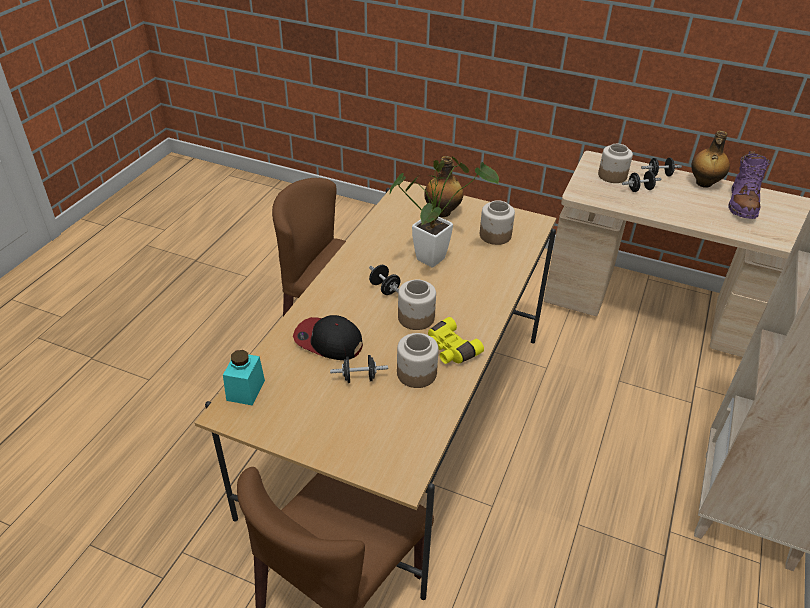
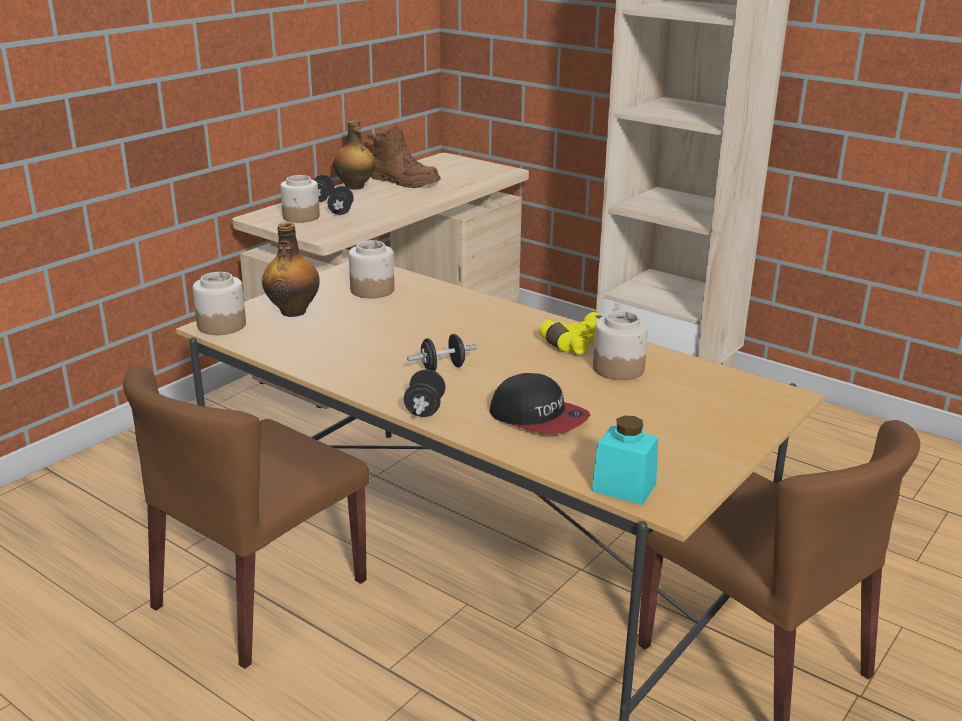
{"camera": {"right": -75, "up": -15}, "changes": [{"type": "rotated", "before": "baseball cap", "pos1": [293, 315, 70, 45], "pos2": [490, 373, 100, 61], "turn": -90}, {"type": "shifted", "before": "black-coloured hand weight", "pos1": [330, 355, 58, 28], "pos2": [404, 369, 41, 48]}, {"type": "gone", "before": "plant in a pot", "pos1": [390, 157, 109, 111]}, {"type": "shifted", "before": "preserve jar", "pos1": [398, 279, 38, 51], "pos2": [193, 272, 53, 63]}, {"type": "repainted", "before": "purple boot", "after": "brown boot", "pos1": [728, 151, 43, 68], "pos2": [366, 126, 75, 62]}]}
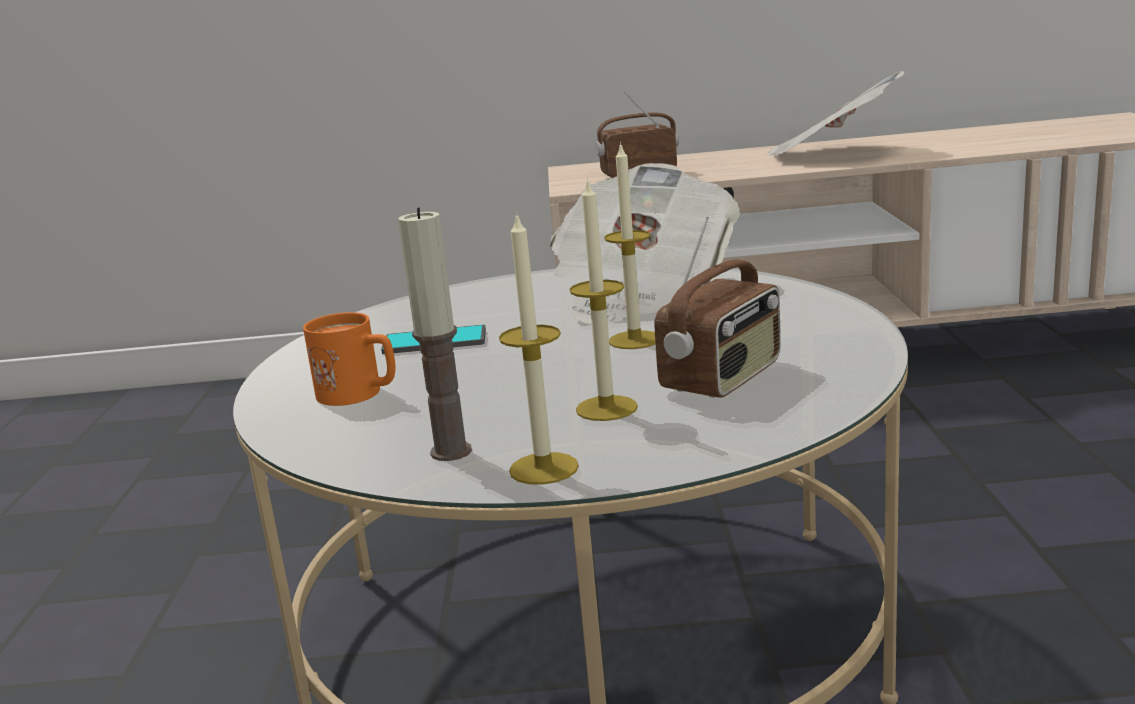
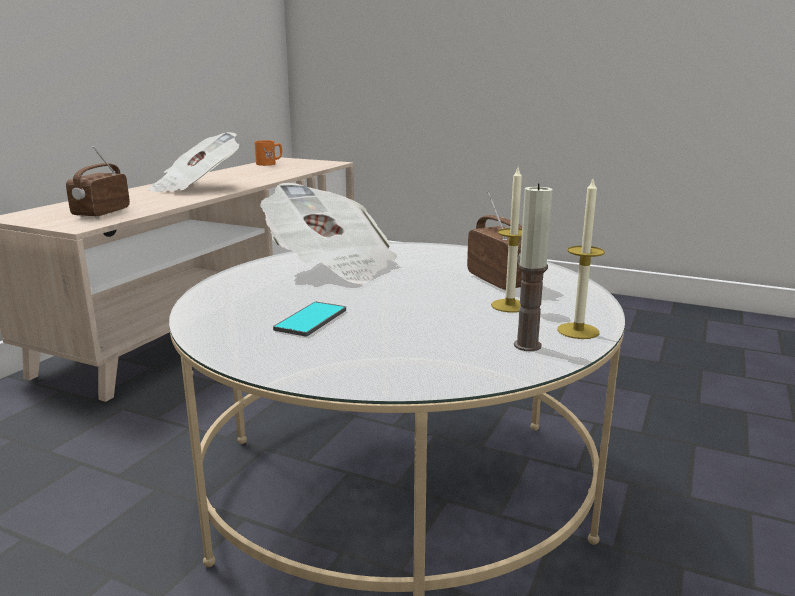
{"camera": {"right": -65, "up": 0}, "changes": [{"type": "shifted", "before": "orangey coffee mug", "pos1": [303, 312, 92, 94], "pos2": [255, 140, 27, 26]}, {"type": "gone", "before": "wax candle", "pos1": [604, 142, 51, 207]}]}
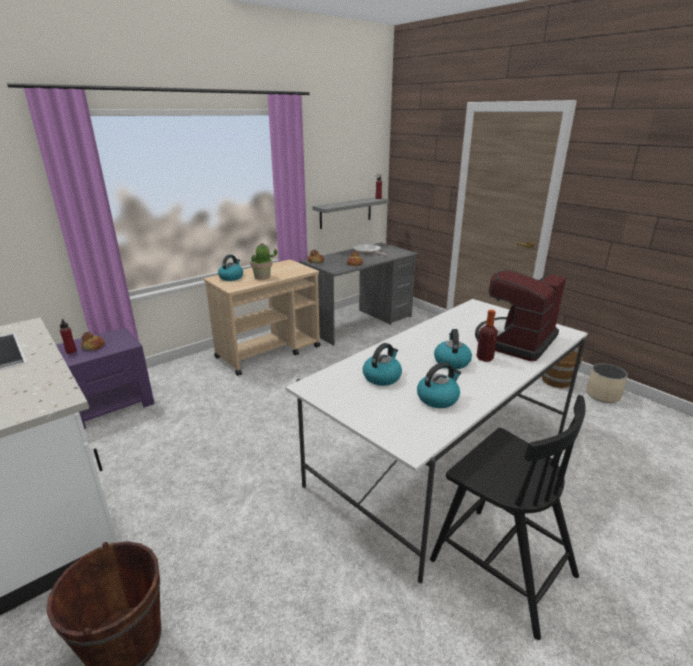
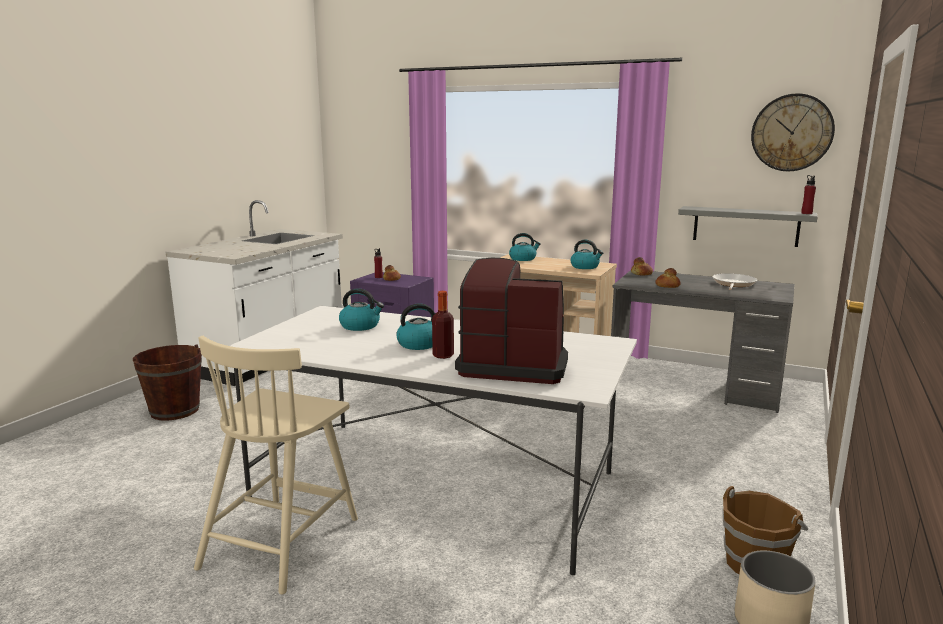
{"camera": {"right": 65, "up": -10}, "changes": [{"type": "gone", "before": "plant in a pot", "pos1": [250, 243, 27, 37]}, {"type": "shifted", "before": "water kettle", "pos1": [417, 362, 44, 46], "pos2": [570, 240, 33, 29]}, {"type": "repainted", "before": "black-coloured plain chair", "after": "beige plain chair", "pos1": [430, 395, 156, 245], "pos2": [194, 336, 164, 258]}, {"type": "new", "after": "clock on the wall", "pos2": [751, 93, 84, 78]}]}
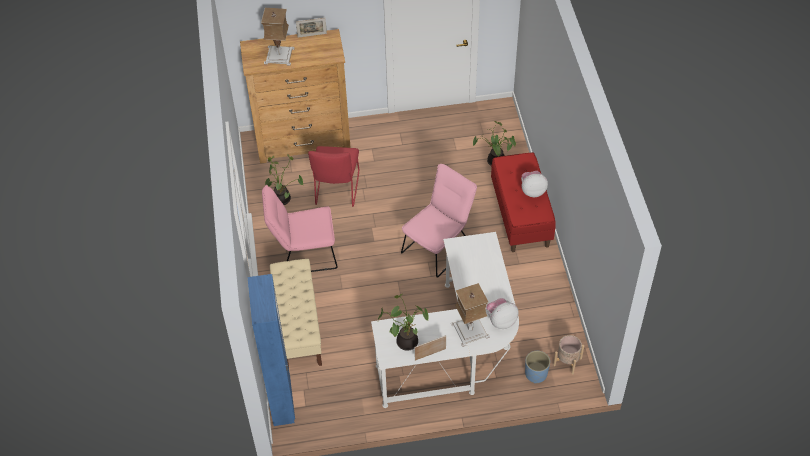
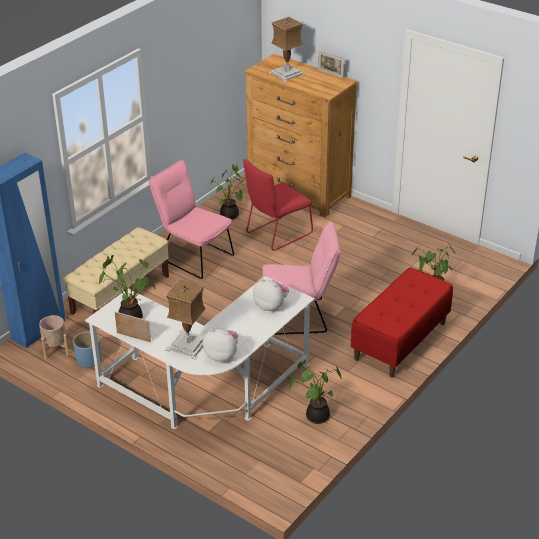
{"camera": {"right": 45, "up": -15}, "changes": [{"type": "shifted", "before": "plush toy", "pos1": [521, 171, 27, 26], "pos2": [253, 278, 36, 34]}, {"type": "shifted", "before": "bluish planter", "pos1": [525, 351, 25, 32], "pos2": [73, 331, 28, 37]}, {"type": "shifted", "before": "beige planter", "pos1": [553, 335, 31, 39], "pos2": [39, 315, 30, 44]}, {"type": "new", "after": "plant in a pot", "pos2": [289, 360, 53, 64]}]}
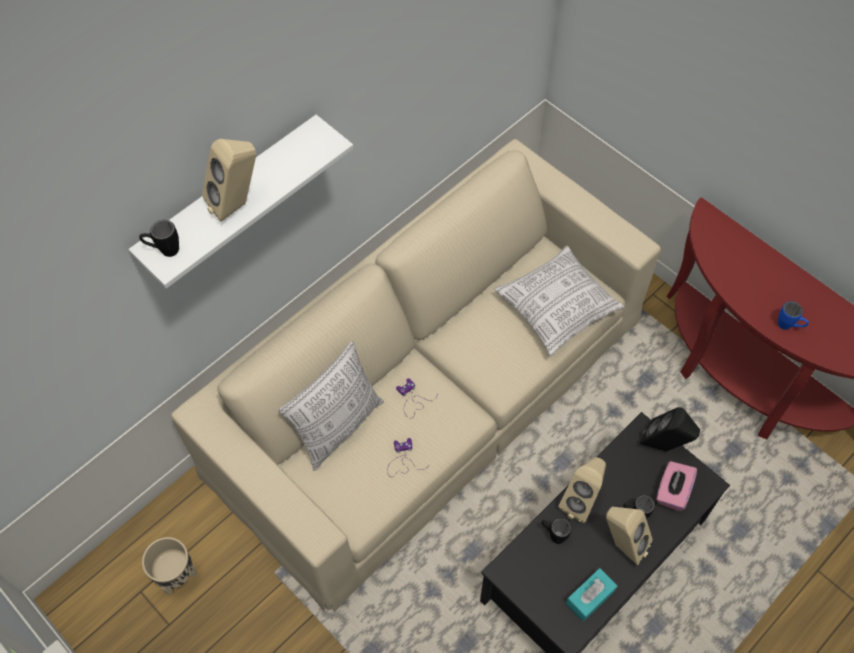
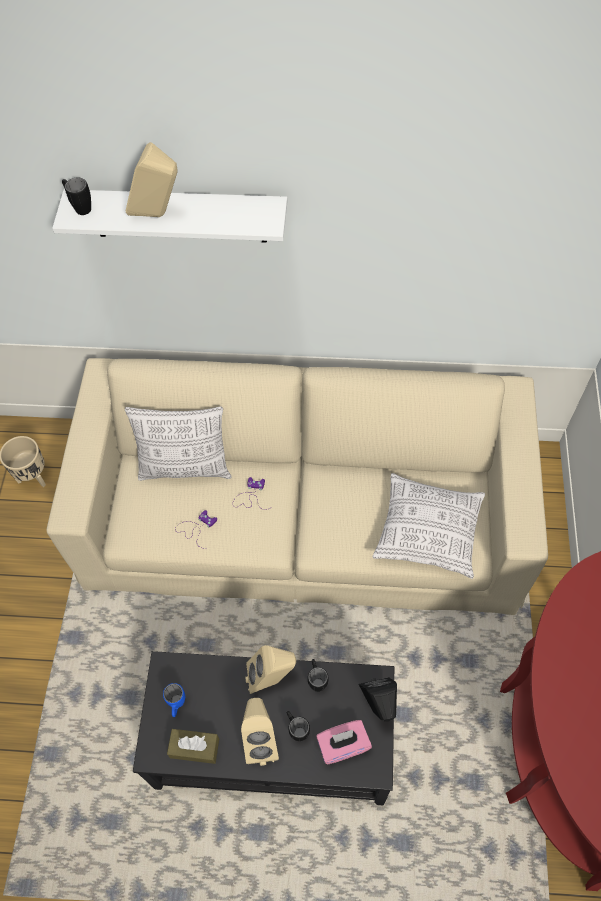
{"camera": {"right": 50, "up": 0}, "changes": [{"type": "shifted", "before": "black-coloured coffee mug", "pos1": [541, 518, 30, 26], "pos2": [308, 659, 20, 33]}, {"type": "repainted", "before": "turquoise-coloured tissue holder", "after": "brown tissue holder", "pos1": [566, 568, 51, 54], "pos2": [167, 729, 52, 35]}, {"type": "shifted", "before": "bluish coffee mug", "pos1": [778, 301, 31, 29], "pos2": [163, 683, 22, 34]}]}
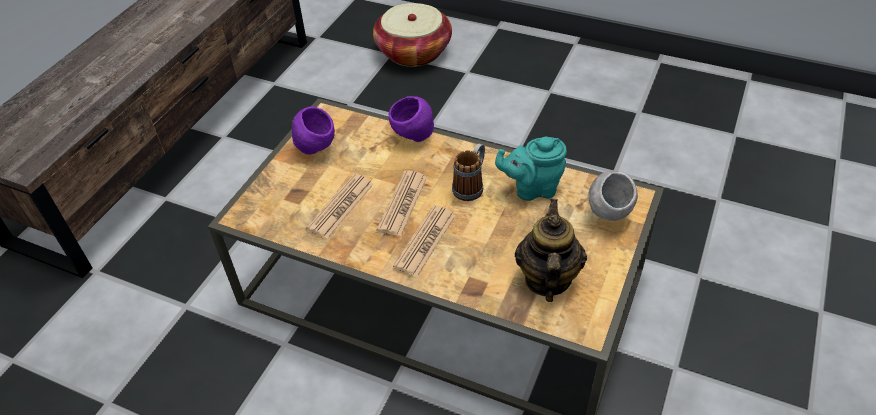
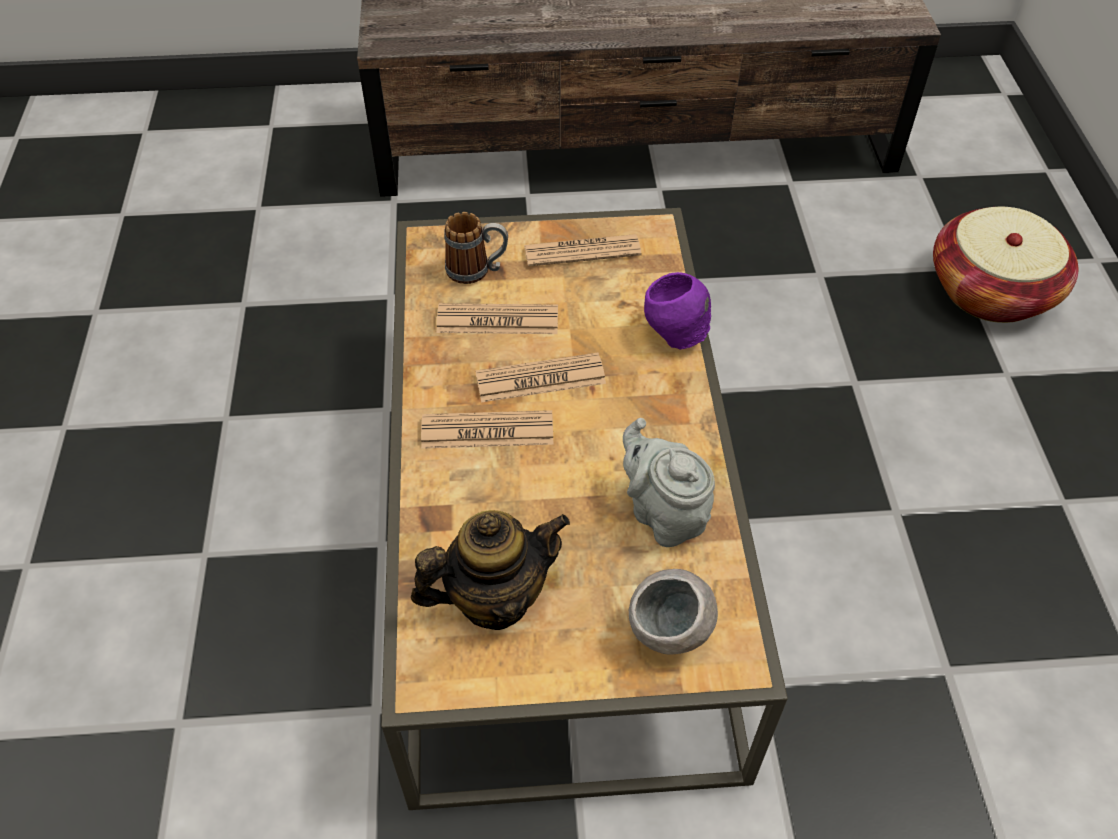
{"camera": {"right": 60, "up": 5}, "changes": [{"type": "swapped", "before": "purple bowl", "after": "daily paper", "pos1": [292, 106, 43, 49], "pos2": [524, 234, 118, 33]}, {"type": "shifted", "before": "coffee mug", "pos1": [452, 144, 33, 57], "pos2": [445, 212, 63, 72]}, {"type": "repainted", "before": "turquoise-coloured teapot", "after": "grey teapot", "pos1": [495, 137, 72, 64], "pos2": [623, 418, 92, 129]}]}
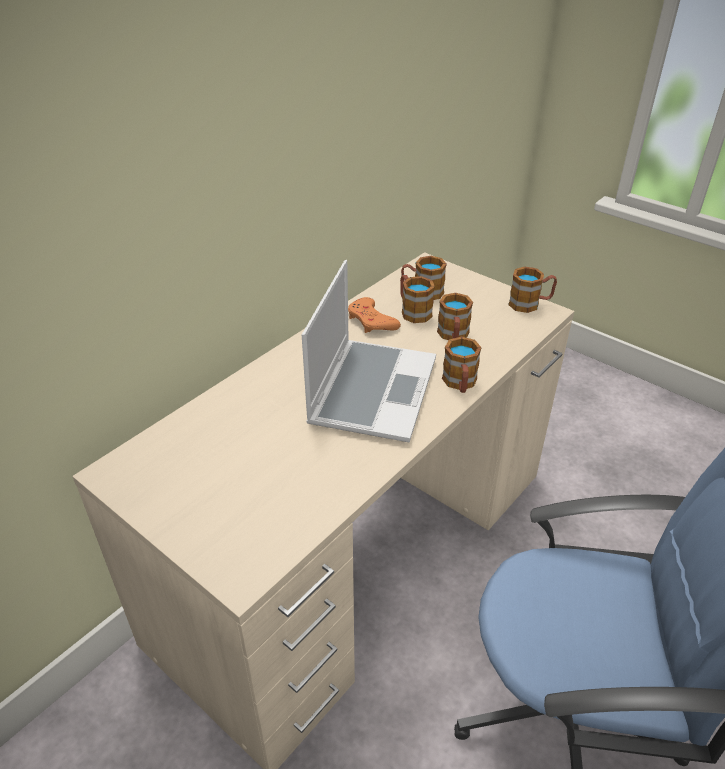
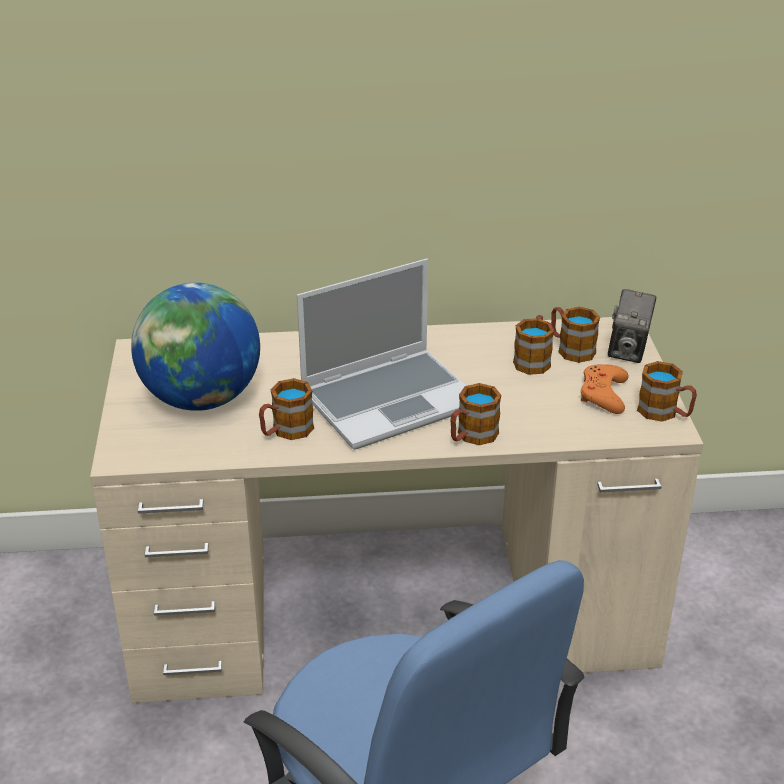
{"camera": {"right": 45, "up": -5}, "changes": [{"type": "shifted", "before": "orangey gamepad", "pos1": [348, 297, 53, 36], "pos2": [581, 364, 48, 50]}, {"type": "shifted", "before": "coffee mug", "pos1": [437, 293, 36, 47], "pos2": [259, 378, 55, 62]}, {"type": "new", "after": "desk globe", "pos2": [131, 283, 129, 128]}, {"type": "new", "after": "still camera", "pos2": [608, 289, 48, 74]}]}
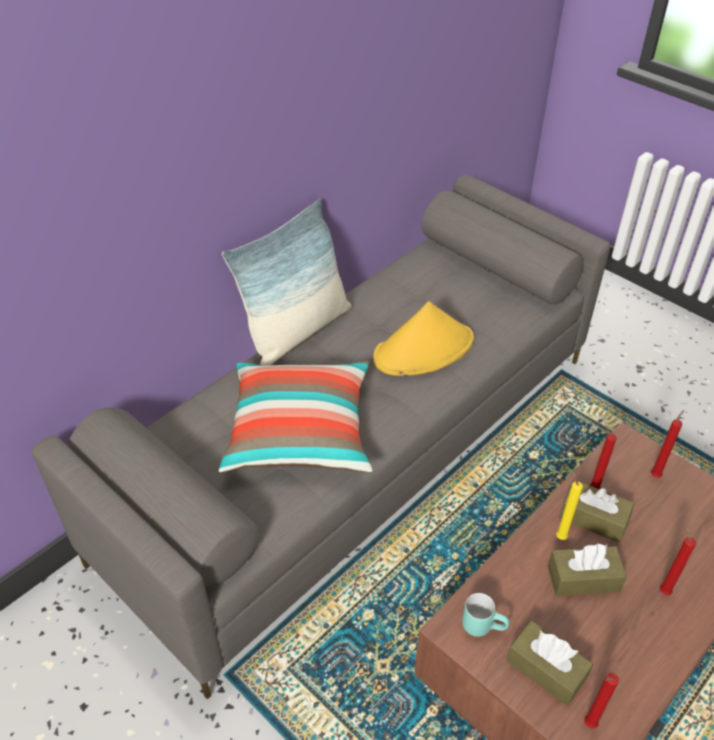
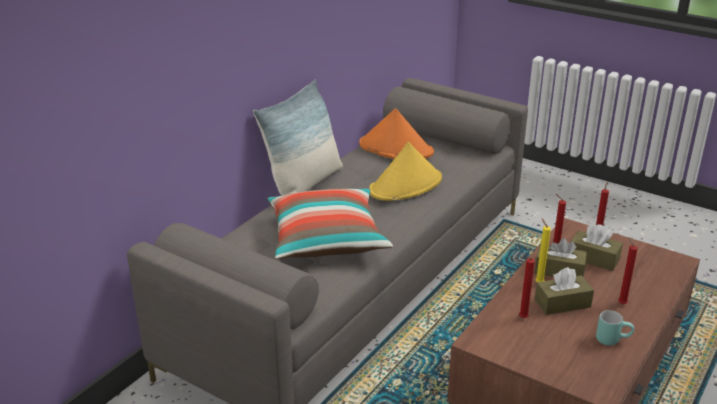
{"camera": {"right": -10, "up": -15}, "changes": [{"type": "shifted", "before": "turquoise-coloured coffee mug", "pos1": [462, 593, 48, 44], "pos2": [596, 310, 38, 36]}, {"type": "shifted", "before": "brown tissue holder", "pos1": [507, 620, 86, 86], "pos2": [570, 224, 53, 47]}, {"type": "shifted", "before": "reddish wax candle", "pos1": [584, 673, 35, 56], "pos2": [519, 257, 16, 61]}, {"type": "new", "after": "orangey wearable hat", "pos2": [359, 108, 75, 51]}]}
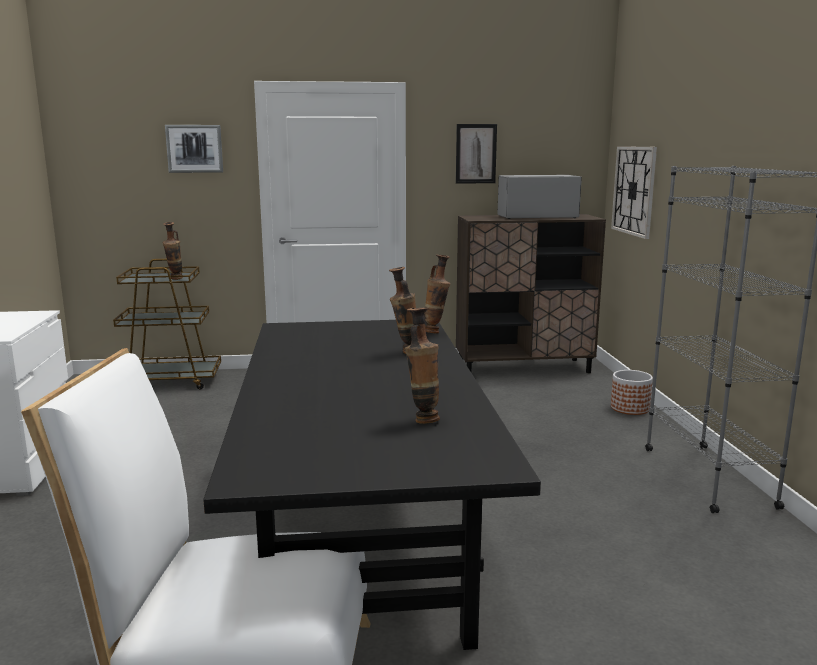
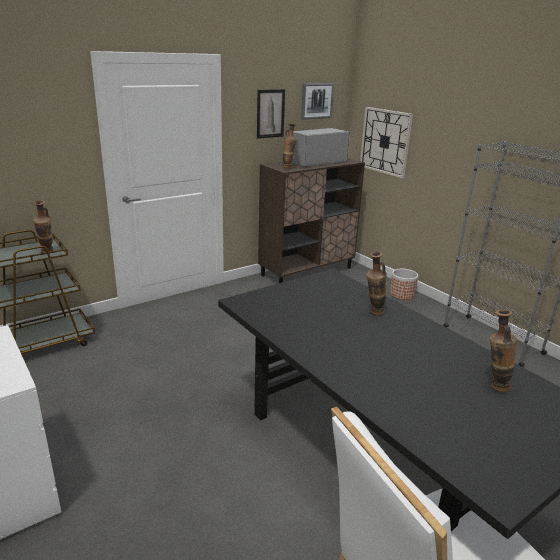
{"camera": {"right": -30, "up": 10}, "changes": [{"type": "shifted", "before": "picture", "pos1": [165, 125, 58, 48], "pos2": [301, 83, 33, 37]}, {"type": "shifted", "before": "decorative vase", "pos1": [424, 255, 26, 78], "pos2": [282, 124, 15, 44]}]}
